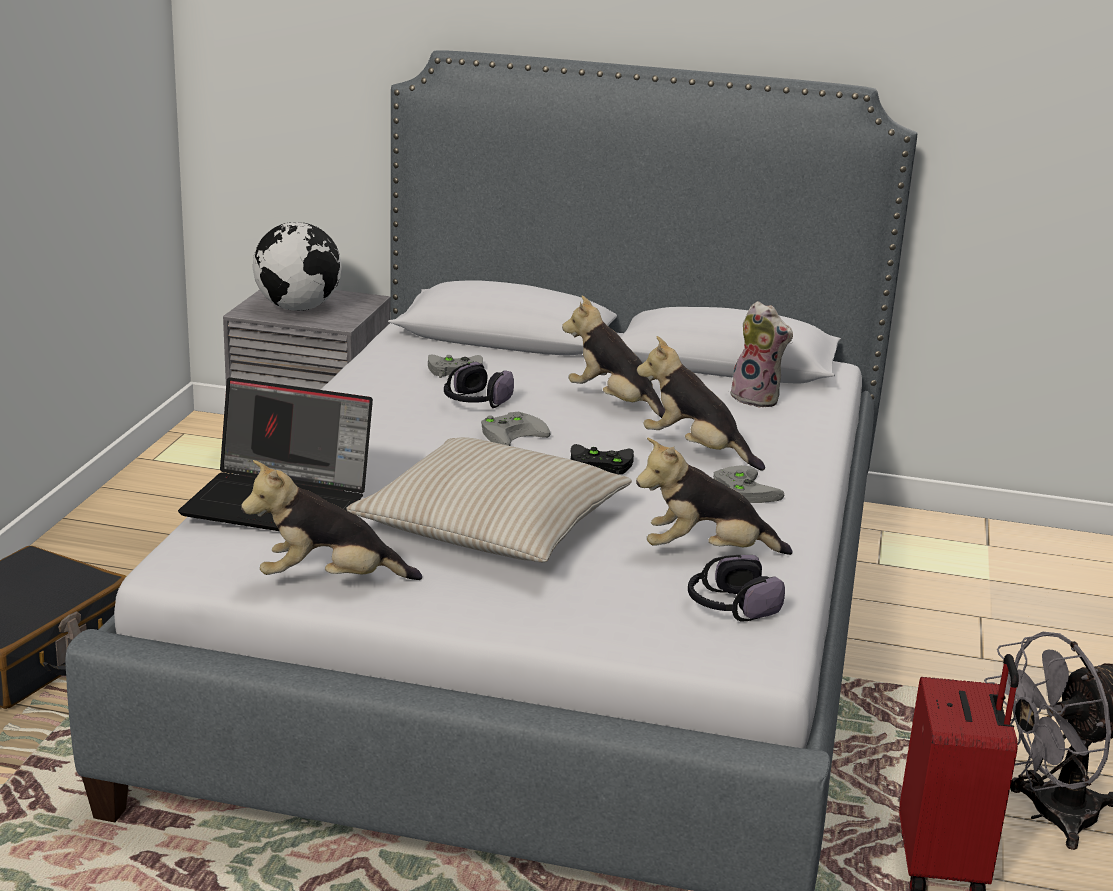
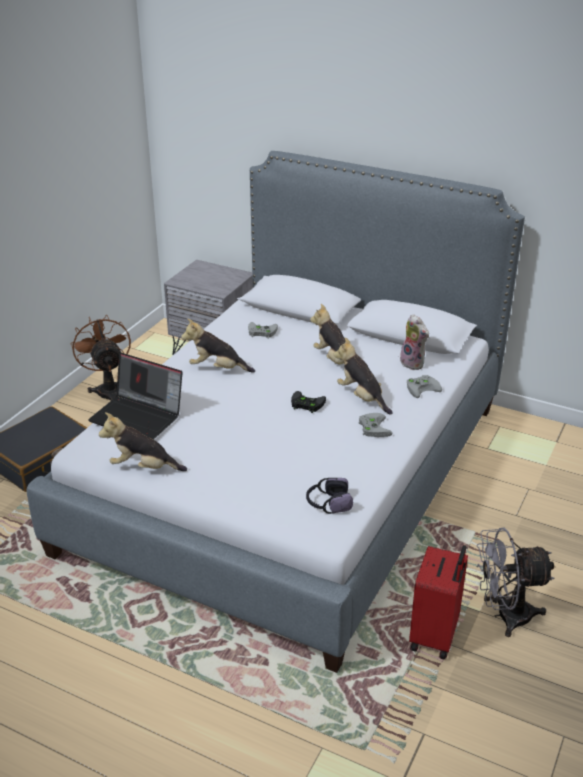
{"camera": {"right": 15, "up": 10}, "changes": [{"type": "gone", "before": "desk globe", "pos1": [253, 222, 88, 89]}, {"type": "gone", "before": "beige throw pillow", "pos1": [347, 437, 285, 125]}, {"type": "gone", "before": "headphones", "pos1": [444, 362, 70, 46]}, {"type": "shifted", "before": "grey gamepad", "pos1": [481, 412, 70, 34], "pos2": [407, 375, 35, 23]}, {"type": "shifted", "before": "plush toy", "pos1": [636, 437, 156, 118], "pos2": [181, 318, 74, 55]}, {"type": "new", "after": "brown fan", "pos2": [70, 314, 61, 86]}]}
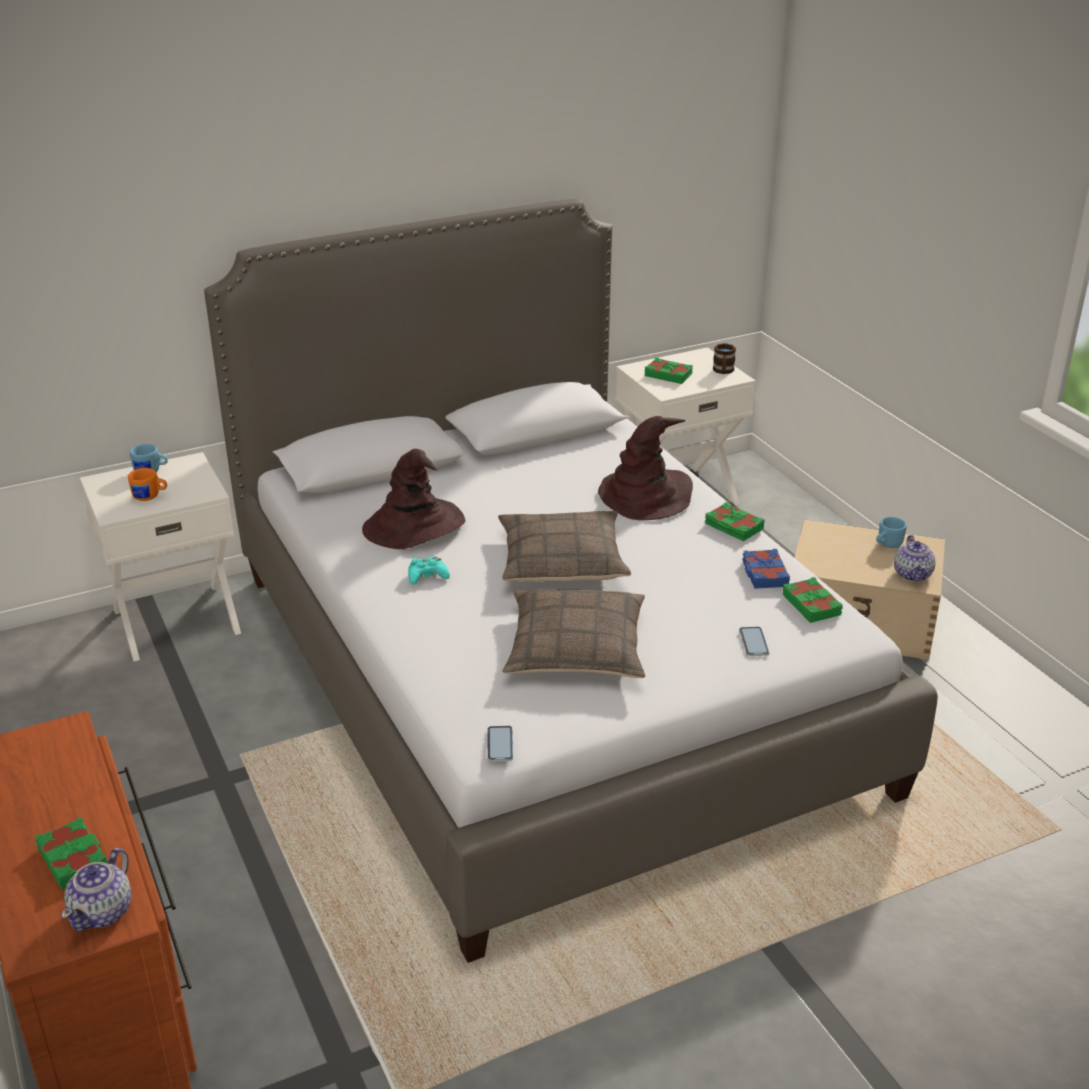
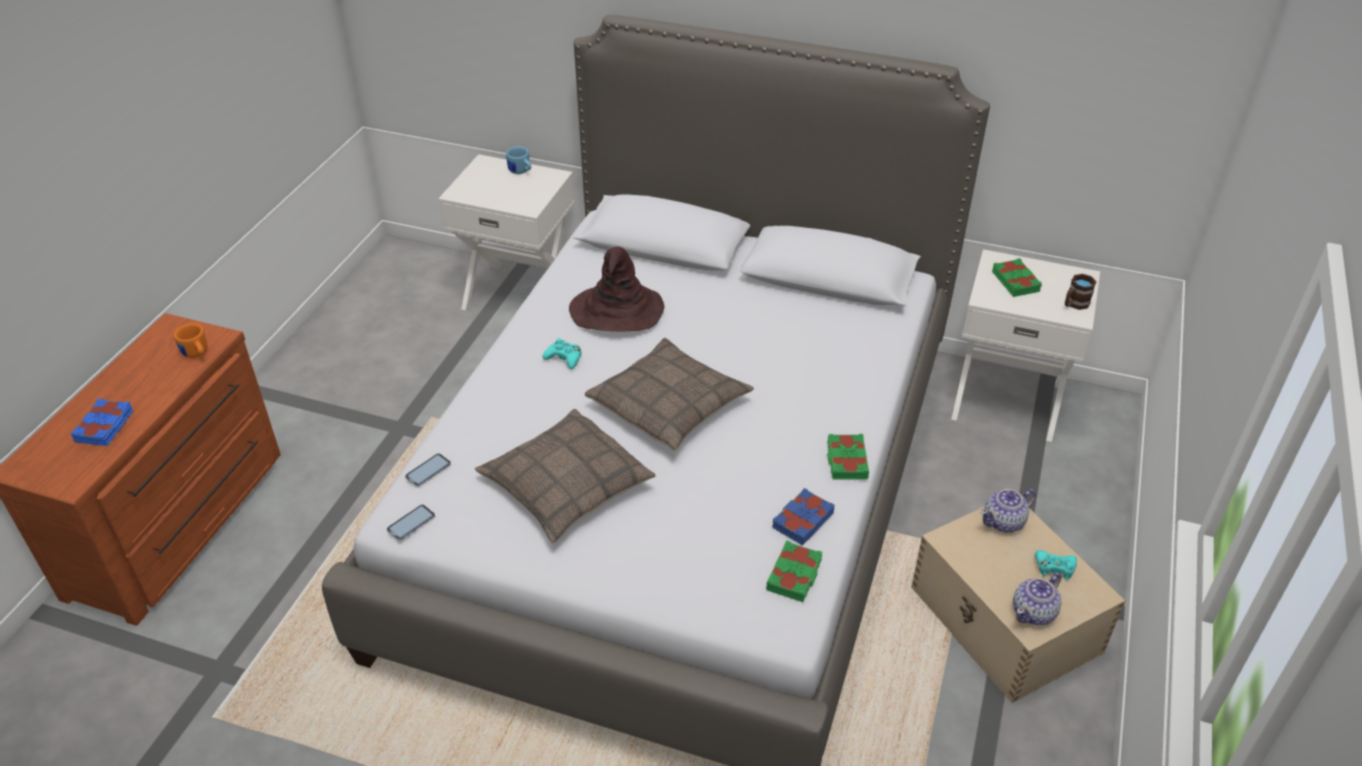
{"camera": {"right": 45, "up": 10}, "changes": [{"type": "repainted", "before": "greenish bound book", "after": "bluish bound book", "pos1": [35, 817, 72, 73], "pos2": [71, 398, 62, 48]}, {"type": "shifted", "before": "teapot", "pos1": [61, 848, 71, 83], "pos2": [980, 489, 56, 44]}, {"type": "shifted", "before": "orangey coffee mug", "pos1": [128, 468, 39, 33], "pos2": [174, 324, 34, 34]}, {"type": "gone", "before": "brown wearable hat", "pos1": [598, 416, 95, 104]}, {"type": "shifted", "before": "handset", "pos1": [739, 627, 30, 29], "pos2": [405, 453, 46, 34]}, {"type": "swapped", "before": "bluish coffee mug", "after": "turquoise-coloured gamepad", "pos1": [876, 517, 31, 31], "pos2": [1035, 550, 42, 30]}]}
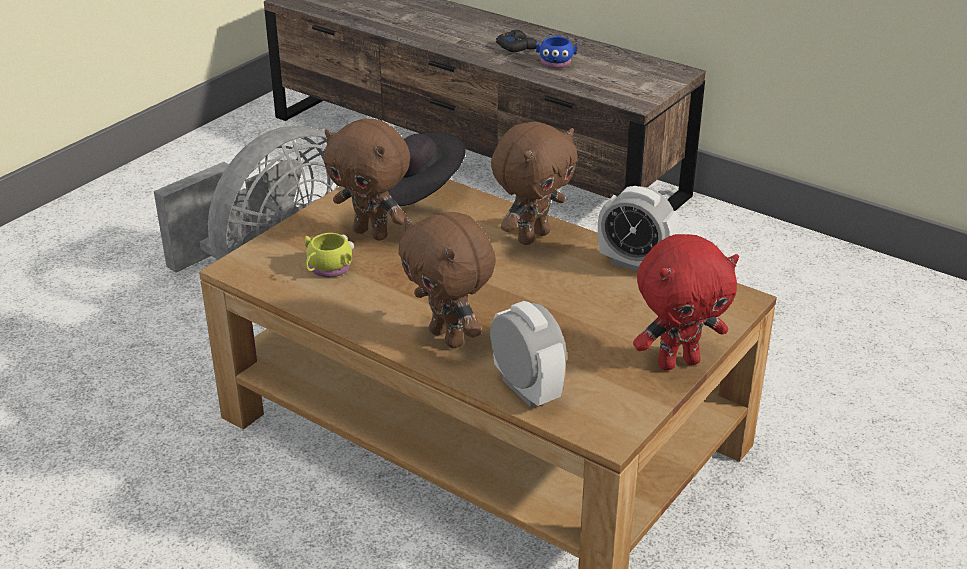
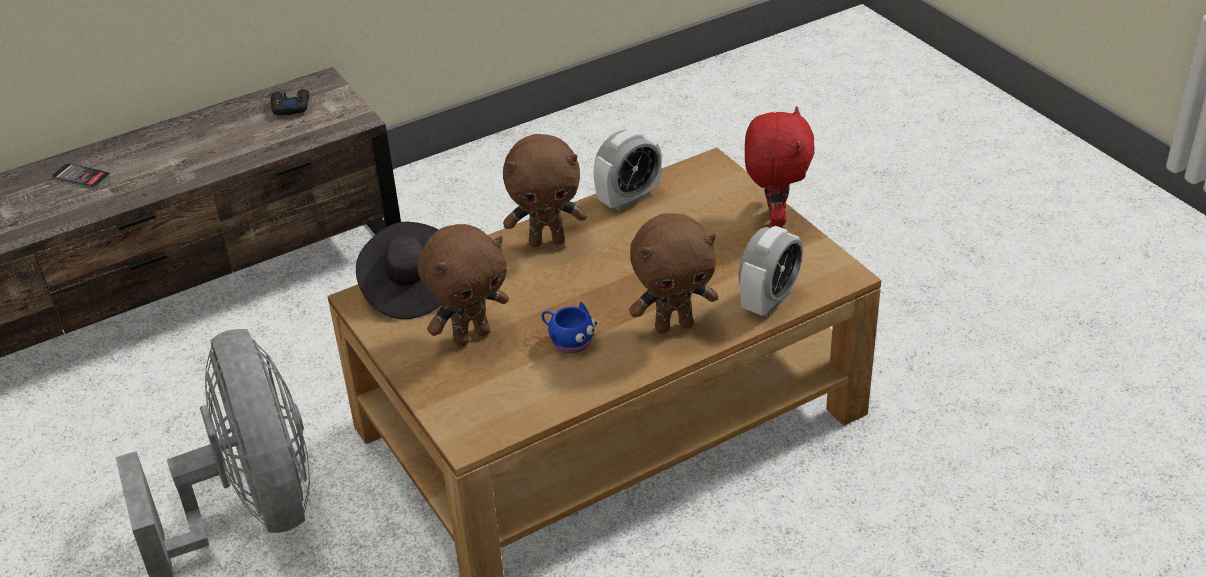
{"camera": {"right": -65, "up": 5}, "changes": [{"type": "gone", "before": "yellowish coffee mug", "pos1": [305, 233, 49, 44]}, {"type": "rotated", "before": "table clock", "pos1": [490, 301, 77, 106], "pos2": [738, 226, 65, 91], "turn": 135}, {"type": "rotated", "before": "brown plush toy", "pos1": [491, 122, 87, 123], "pos2": [503, 134, 84, 113], "turn": 105}, {"type": "shifted", "before": "black-coloured gamepad", "pos1": [496, 30, 41, 23], "pos2": [271, 89, 38, 26]}, {"type": "shifted", "before": "bluish coffee mug", "pos1": [536, 35, 41, 34], "pos2": [542, 302, 55, 52]}, {"type": "new", "after": "handset", "pos2": [51, 163, 59, 25]}]}
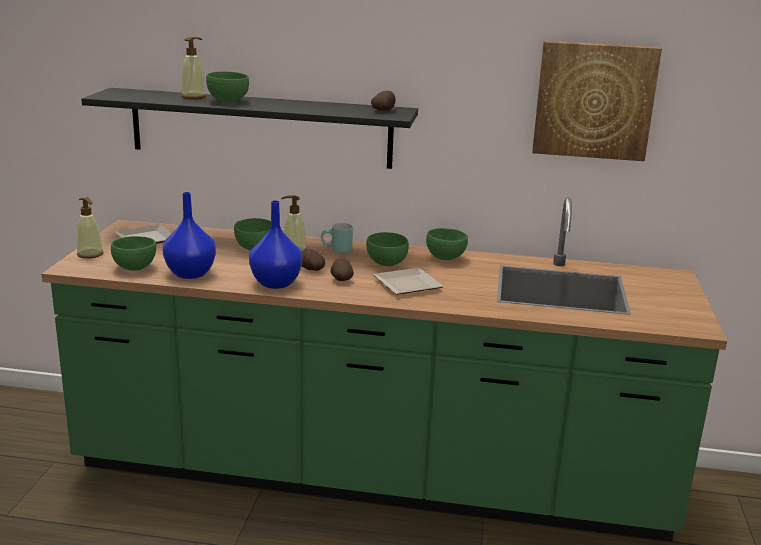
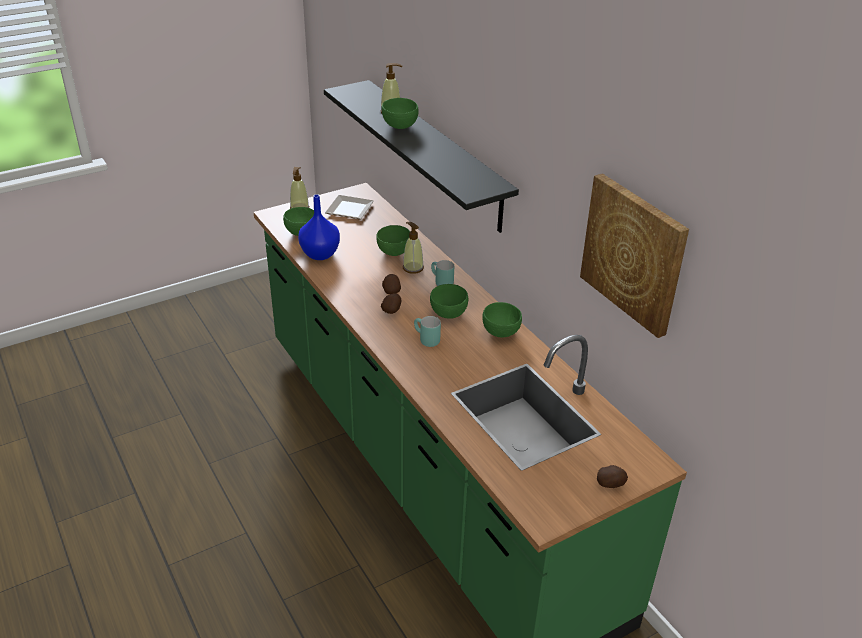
{"camera": {"right": 50, "up": 15}, "changes": [{"type": "gone", "before": "bluish decorative vase", "pos1": [249, 200, 53, 89]}, {"type": "shifted", "before": "spud", "pos1": [371, 91, 25, 20], "pos2": [597, 465, 31, 23]}, {"type": "swapped", "before": "dinner plate", "after": "turquoise-coloured coffee mug", "pos1": [373, 268, 71, 27], "pos2": [414, 316, 27, 31]}]}
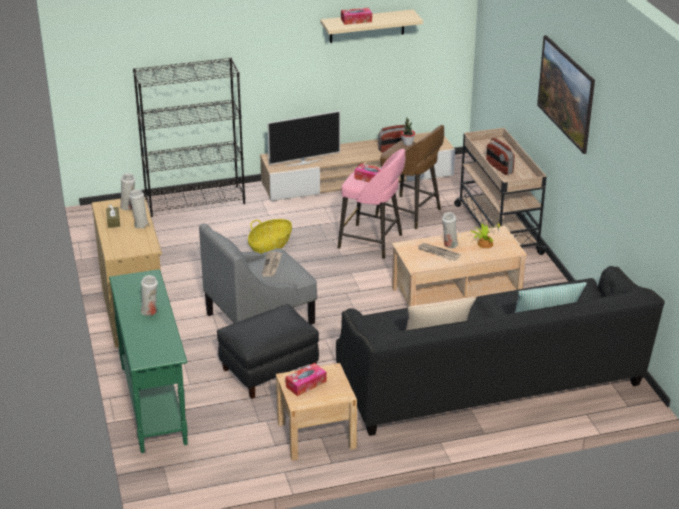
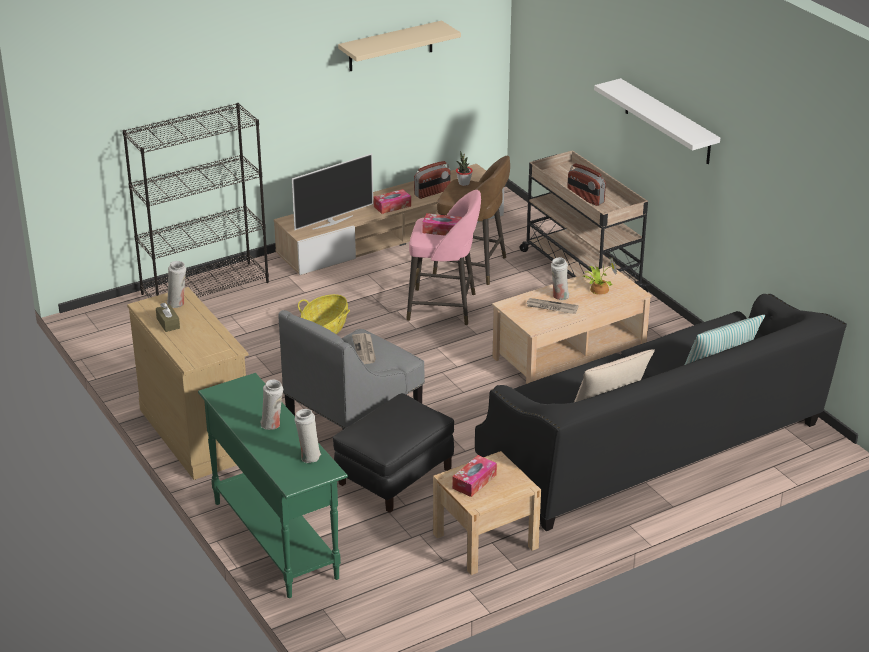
{"camera": {"right": -15, "up": 0}, "changes": [{"type": "shifted", "before": "white-coloured decorative vase", "pos1": [129, 189, 20, 39], "pos2": [294, 409, 27, 54]}, {"type": "shifted", "before": "tissue holder", "pos1": [341, 8, 31, 17], "pos2": [374, 189, 37, 25]}, {"type": "swapped", "before": "picture", "after": "white-coloured shelf", "pos1": [537, 35, 58, 119], "pos2": [594, 78, 126, 86]}]}
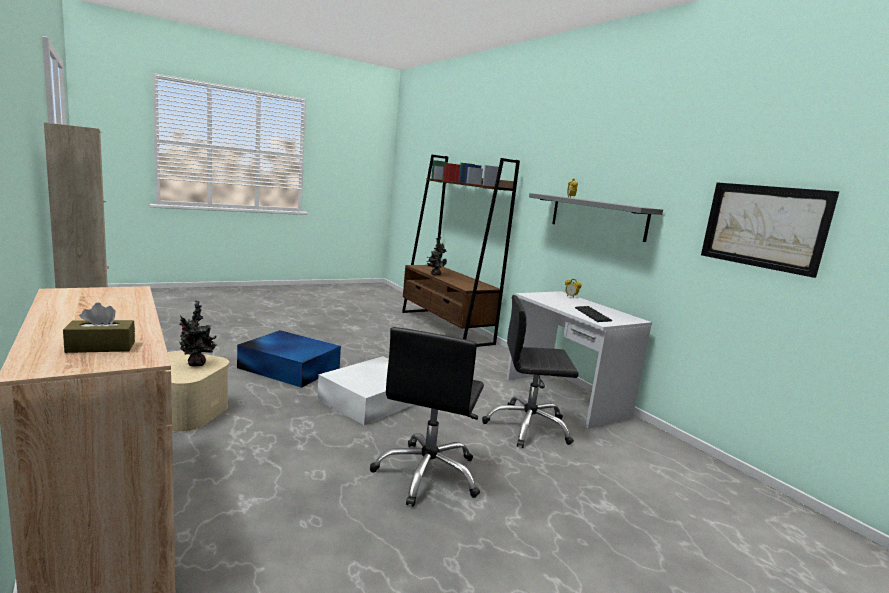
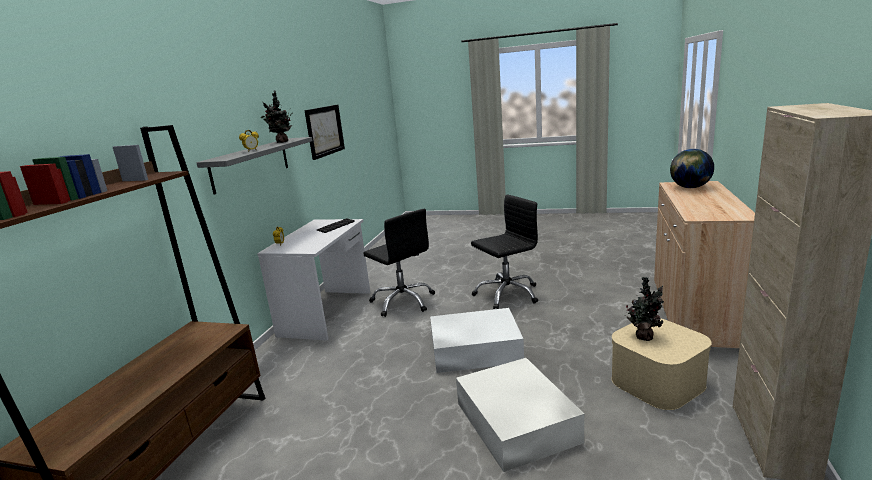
{"camera": {"right": -130, "up": 5}, "changes": [{"type": "swapped", "before": "brown tissue holder", "after": "desk globe", "pos1": [63, 303, 72, 50], "pos2": [670, 149, 44, 39]}, {"type": "repainted", "before": "bluish storage bin", "after": "white-coloured storage bin", "pos1": [237, 330, 104, 58], "pos2": [456, 358, 128, 114]}, {"type": "shifted", "before": "plant in a pot", "pos1": [427, 237, 20, 38], "pos2": [261, 91, 32, 52]}]}
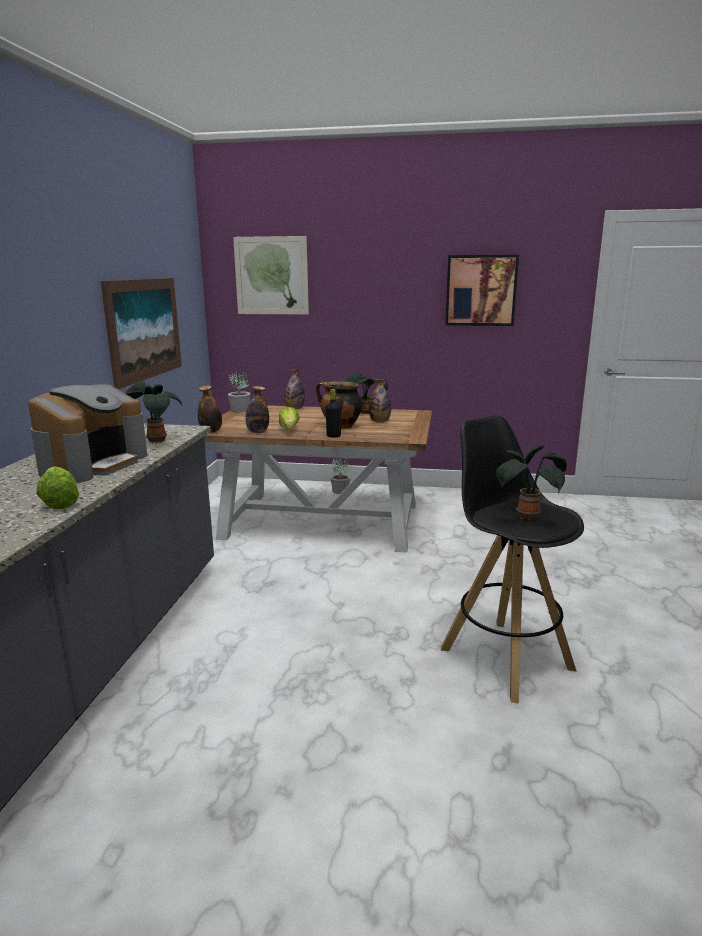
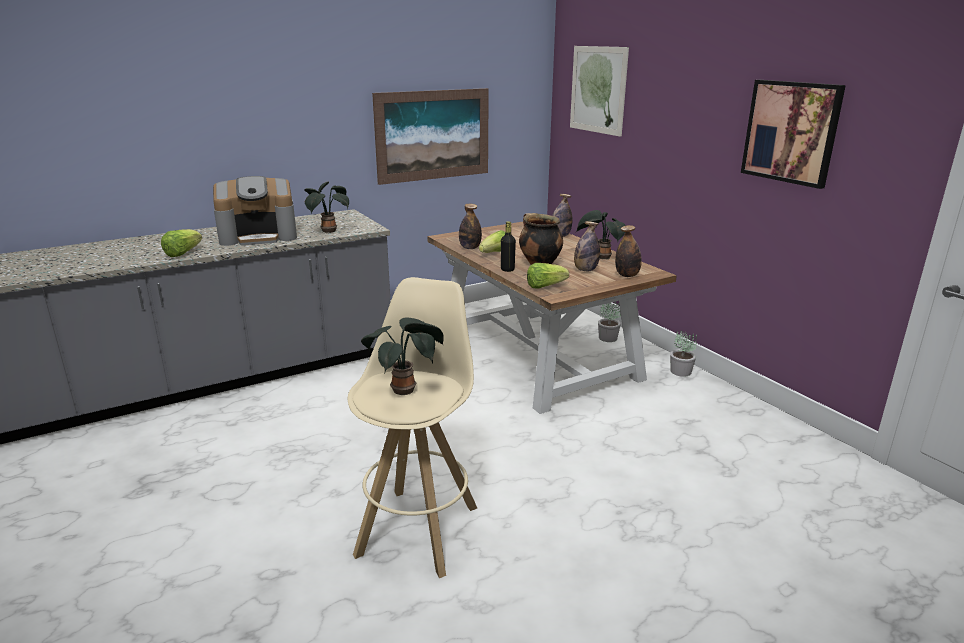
{"camera": {"right": 50, "up": 5}, "changes": [{"type": "shifted", "before": "beverage bottle", "pos1": [198, 386, 24, 47], "pos2": [615, 225, 27, 52]}, {"type": "shifted", "before": "plant in a pot", "pos1": [228, 372, 22, 41], "pos2": [670, 331, 27, 46]}, {"type": "repainted", "before": "black-coloured sitting stool", "after": "beige sitting stool", "pos1": [441, 415, 143, 289], "pos2": [348, 277, 129, 301]}, {"type": "new", "after": "lettuce head", "pos2": [527, 263, 42, 25]}]}
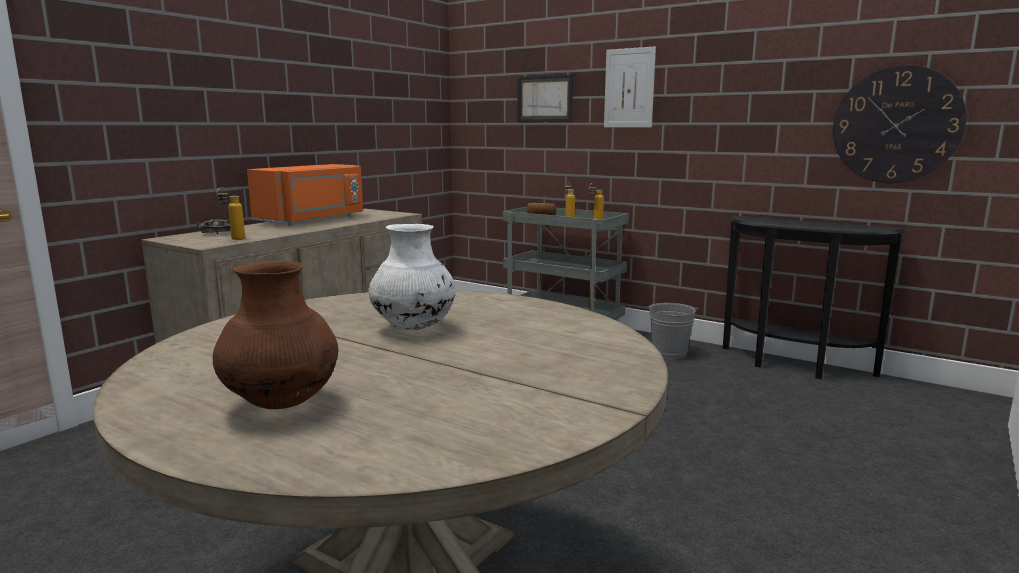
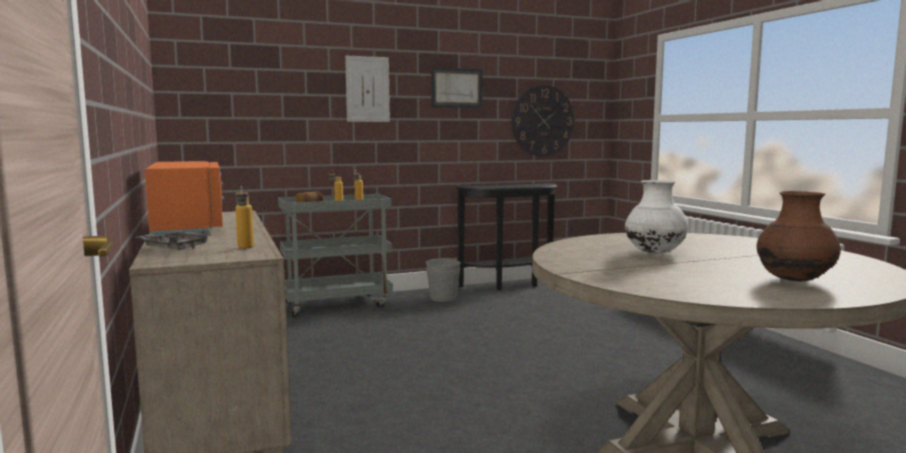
{"camera": {"right": -55, "up": -5}, "changes": [{"type": "shifted", "before": "picture", "pos1": [517, 74, 56, 48], "pos2": [431, 67, 52, 41]}]}
